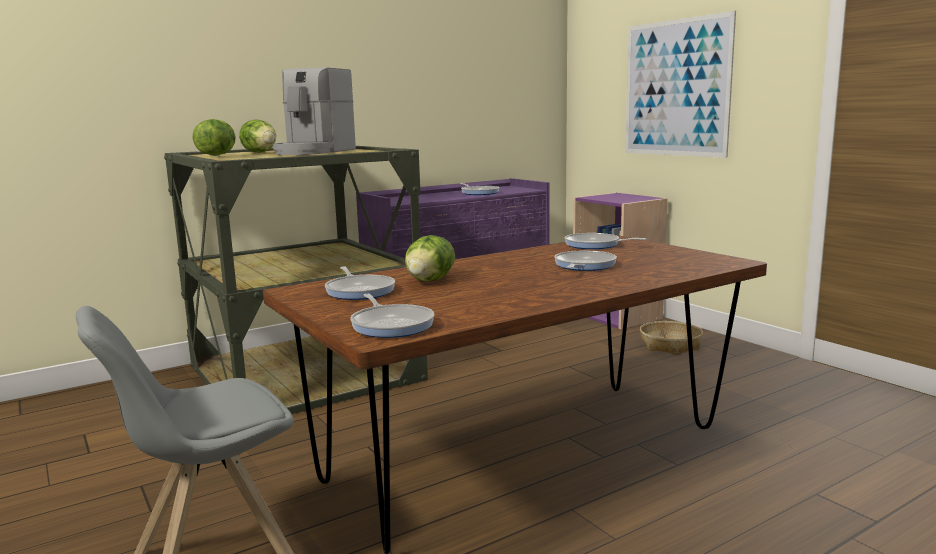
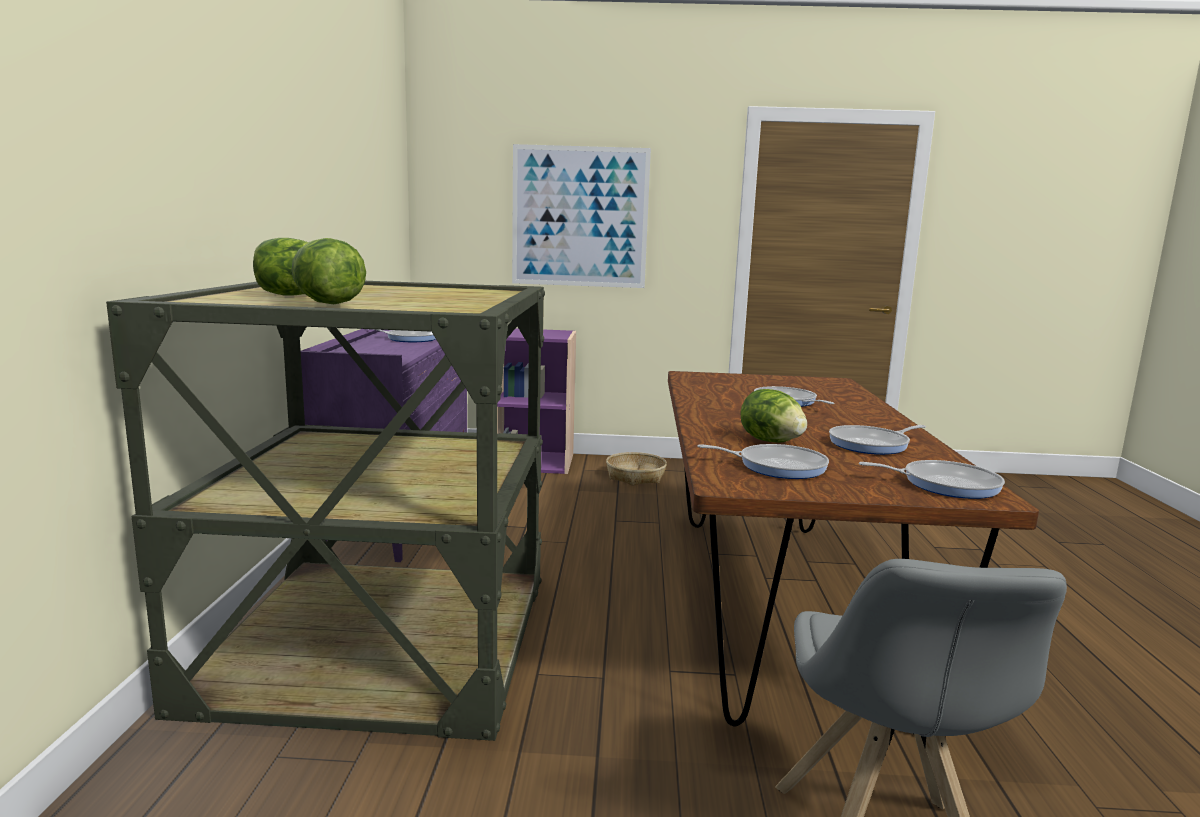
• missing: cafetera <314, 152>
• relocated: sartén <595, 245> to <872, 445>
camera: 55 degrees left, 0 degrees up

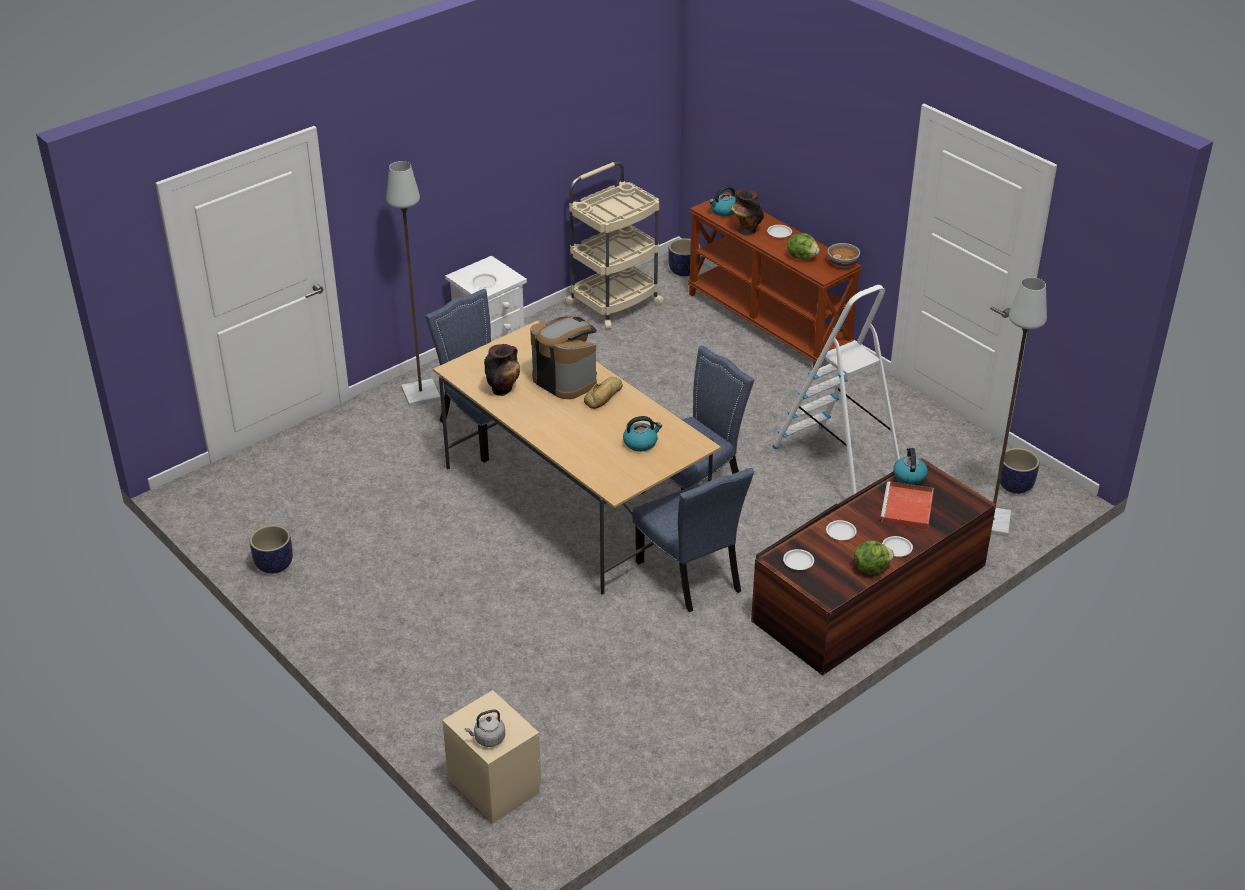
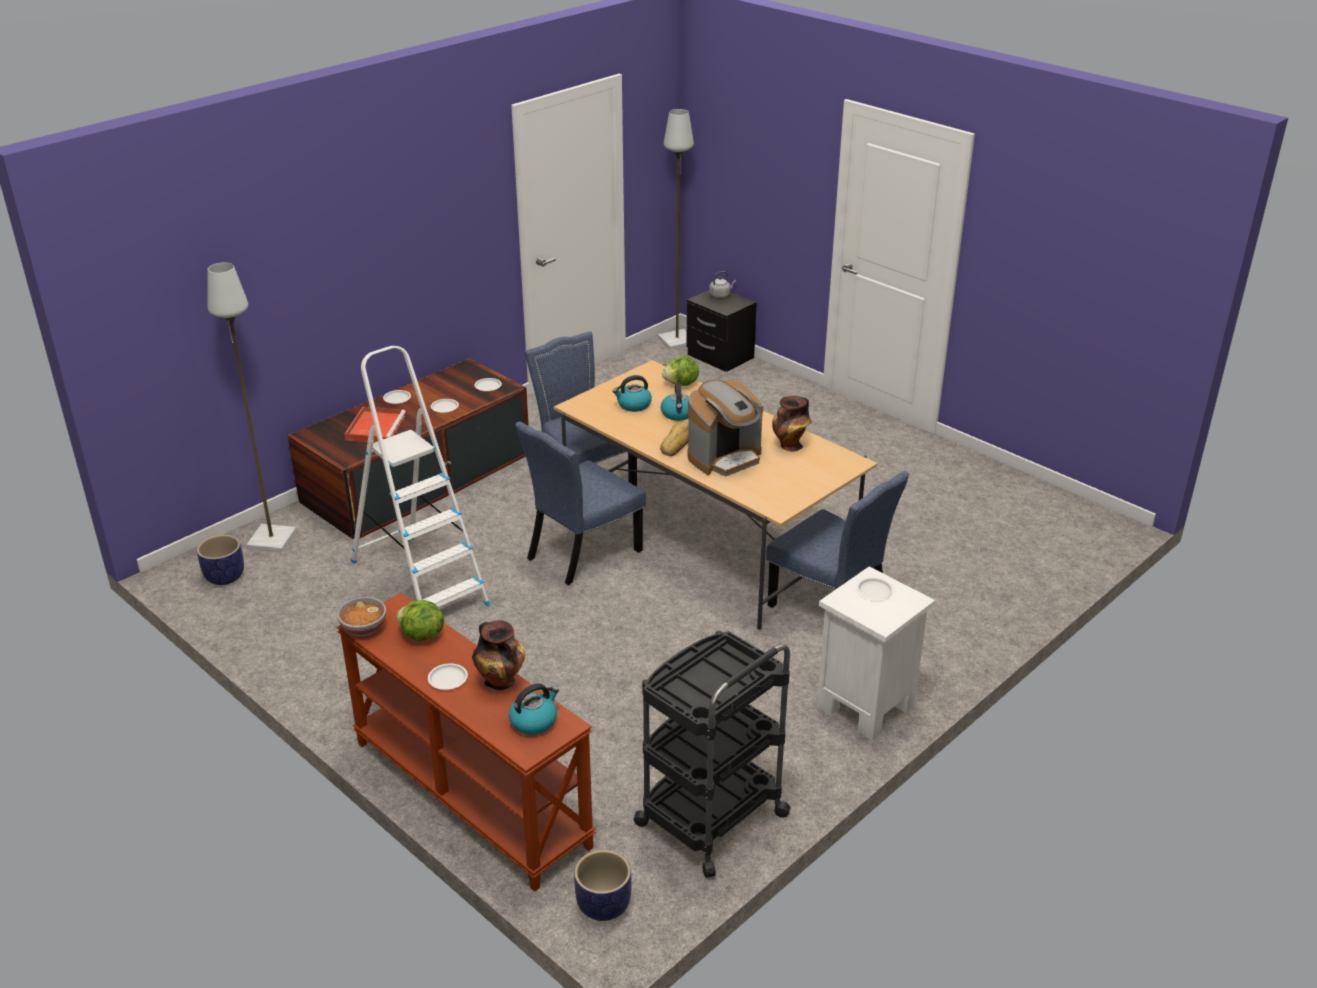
• missing: maceta <274, 564>
• relocated: lámpara de pie (gris) <420, 394> to <677, 341>
• colour: mesita de noche (beis) <495, 784> to mesita de noche (negro) <719, 357>
• spun: cafetera <565, 379> = <725, 458> 75 degrees counterclockwise
• colour: carrito (beis) <615, 304> to carrito (negro) <711, 818>
• relocated: lechuga <871, 567> to <681, 384>
• relocated: hervidor <909, 476> to <678, 414>
camera: 175 degrees right, 5 degrees down

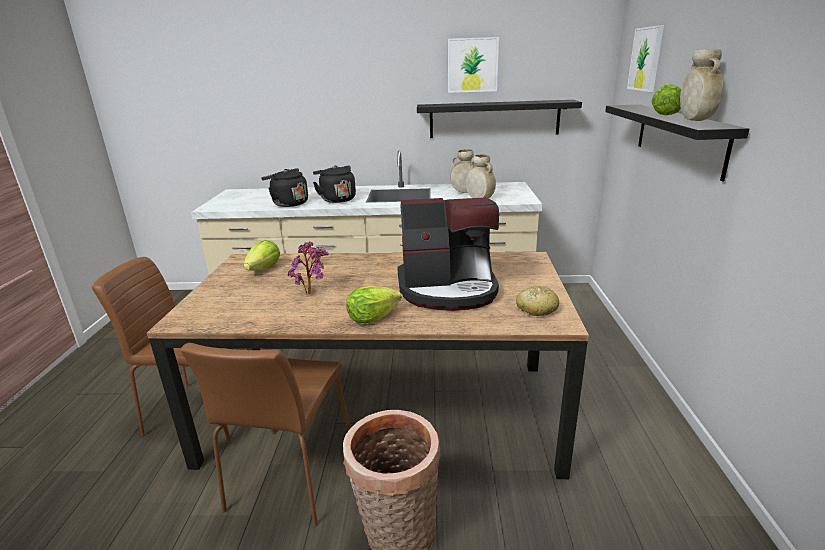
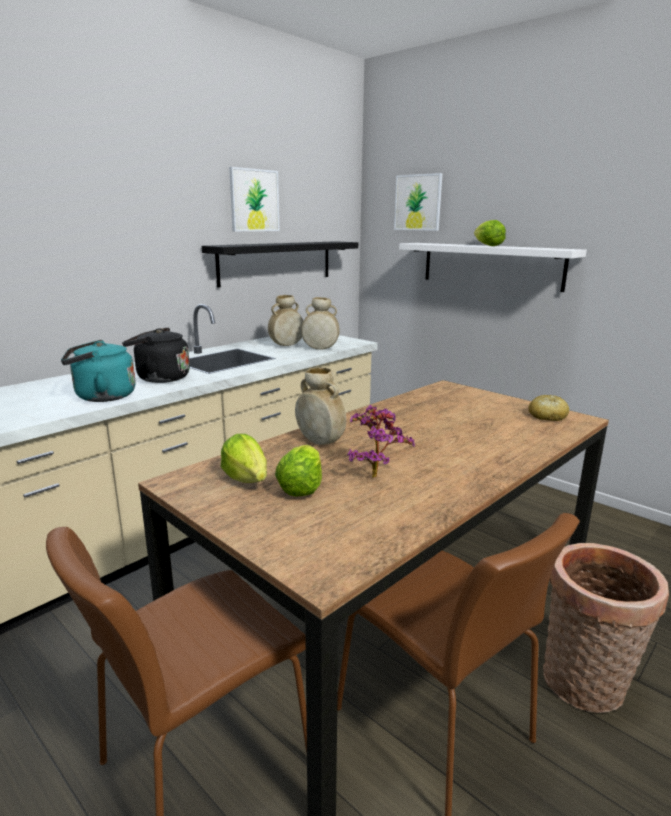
• colour: hervidor (negro) <288, 203> to hervidor (turquesa) <101, 397>
• relocated: lechuga <372, 318> to <301, 488>
• missing: cafetera <448, 289>
• colour: estante (negro) <679, 137> to estante (blanco) <491, 265>
• relocated: florero (beis) <695, 120> to <320, 442>
camera: 50 degrees left, 5 degrees down

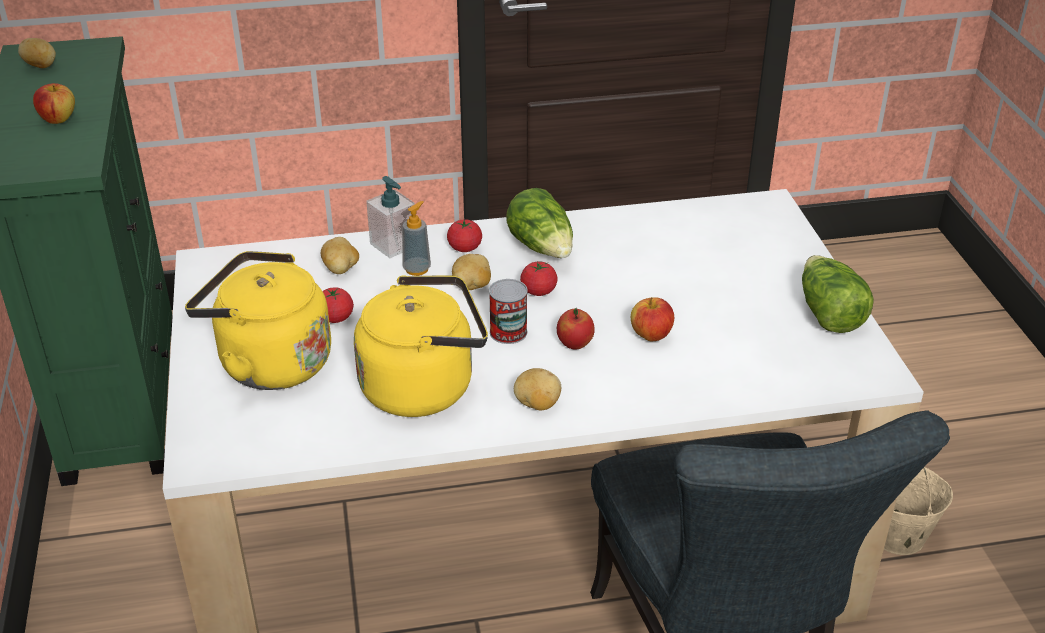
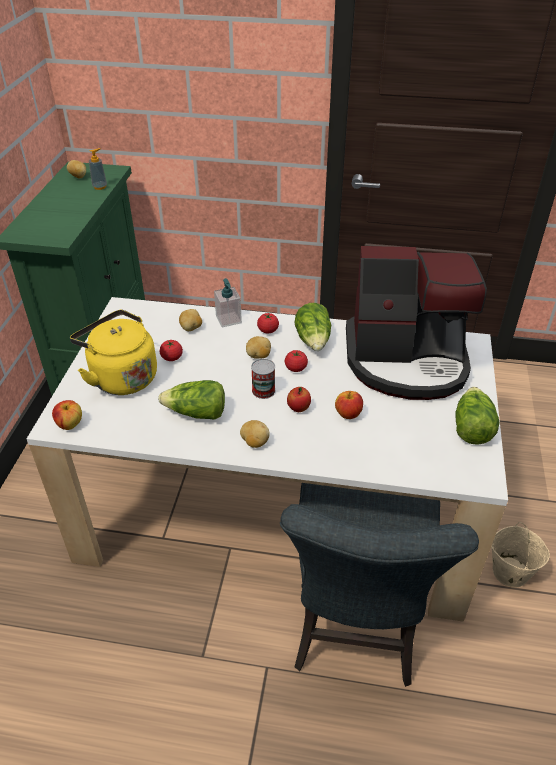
• relocated: manzana <58, 119> to <70, 424>
• exchanged: hervidor (amarillo) <424, 386> to lechuga <196, 413>
• relocated: dispensador de jabón <417, 269> to <100, 187>
• appeared: cafetera <407, 361>
camera: 20 degrees right, 5 degrees up

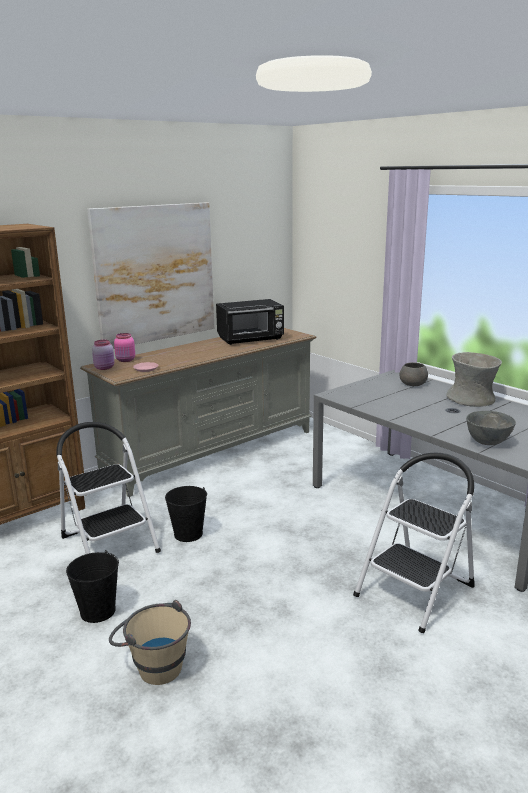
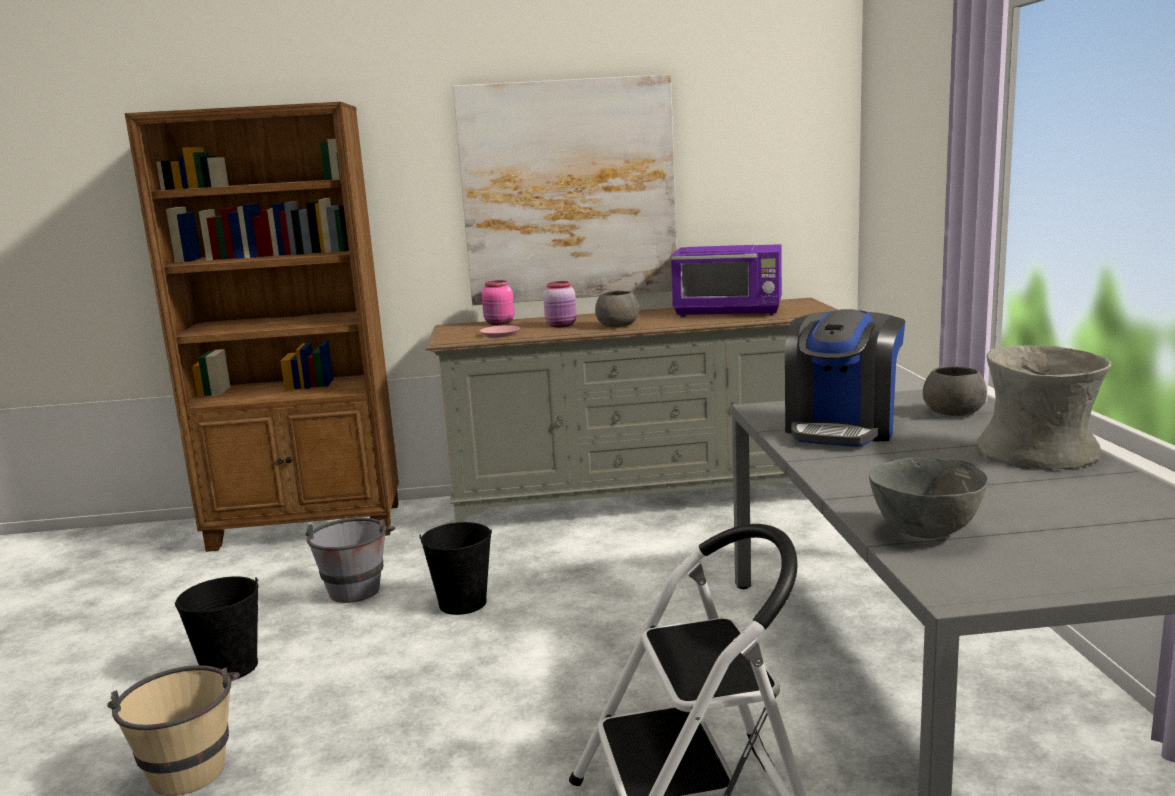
• exchanged: escalera de tijera <109, 543> to cubo (gris) <356, 586>
• relocated: tarro (rosa) <105, 368> to <562, 325>
• colour: microondas (negro) <251, 339> to microondas (morado) <729, 312>
• appeared: cuenco (gris) <617, 325>
• appeared: cafetera <842, 428>
camera: 35 degrees right, 5 degrees down

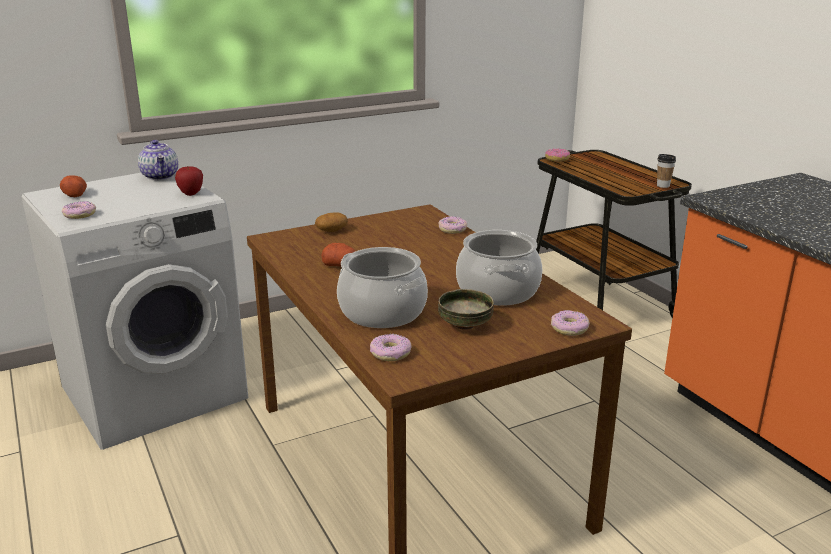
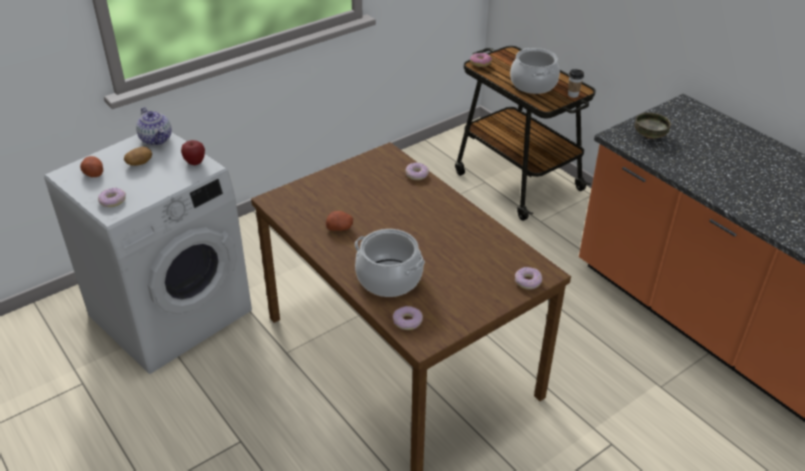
• relocated: patata <332, 231> to <139, 163>
• relocated: cuenco <464, 325> to <649, 135>
• relocated: olla <497, 291> to <533, 84>
camera: 10 degrees left, 15 degrees up

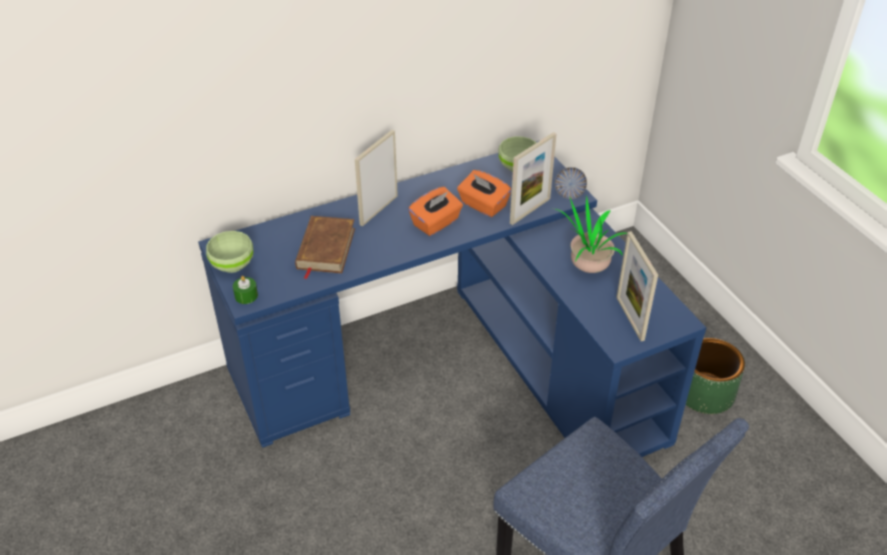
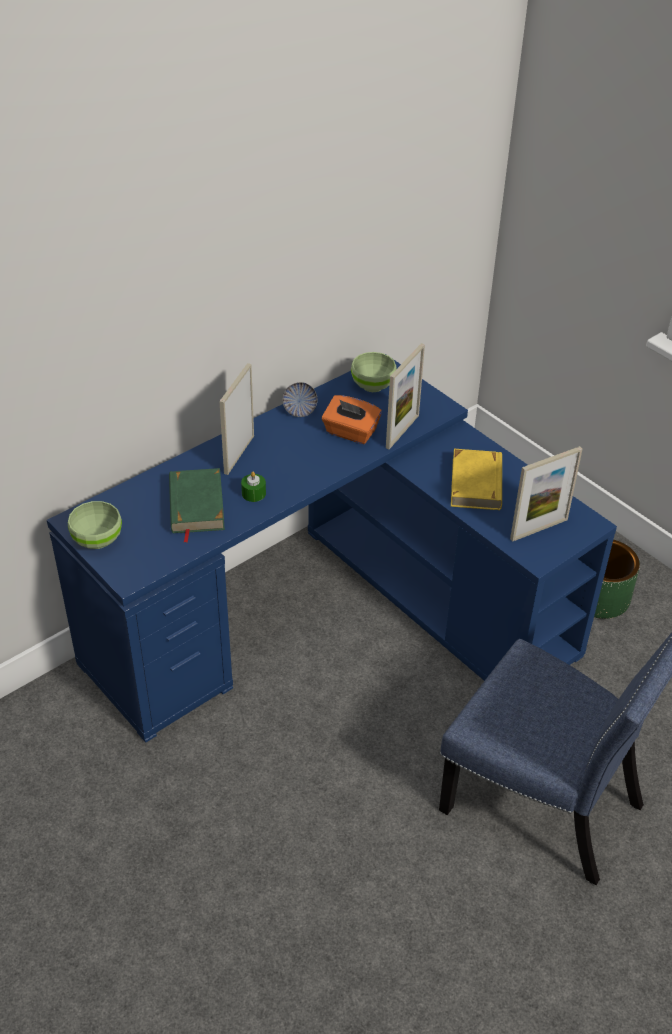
• relocated: vela (verde) <246, 296> to <253, 493>
• colour: libro (marrón) <325, 249> to libro (verde) <196, 506>
• missing: caja de pañuelos (naranja) <436, 223>
• relocated: cuenco <569, 192> to <299, 410>
• exchanged: planta en maceta <586, 268> to libro (amarillo) <477, 483>
• spun: portarretratos <630, 318> = <539, 529> 90 degrees counterclockwise
camera: 15 degrees left, 0 degrees up

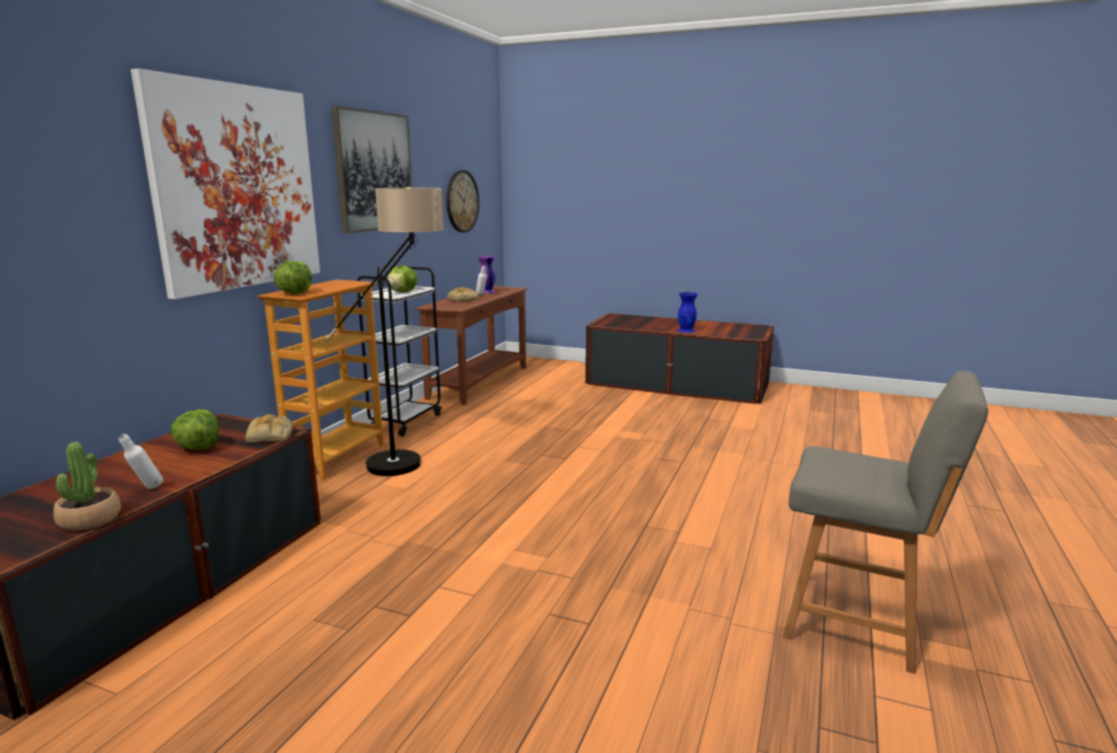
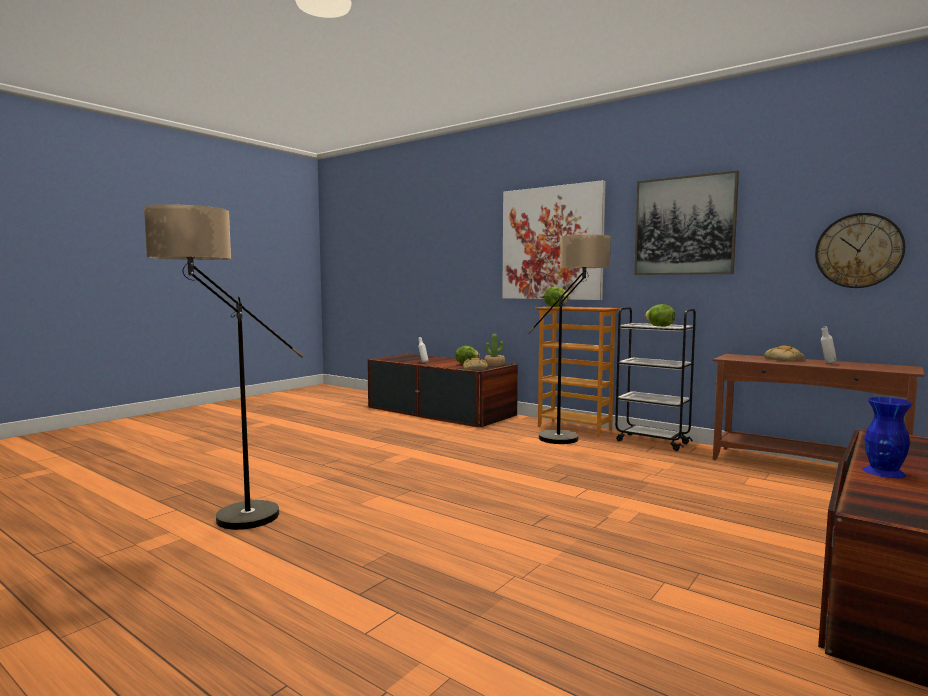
• relocated: planta en maceta <89, 519> to <494, 365>
• missing: florero (morado) <486, 291>
• exchanged: silla (gris) <857, 622> to lámpara de pie <224, 524>
camera: 105 degrees right, 10 degrees down

